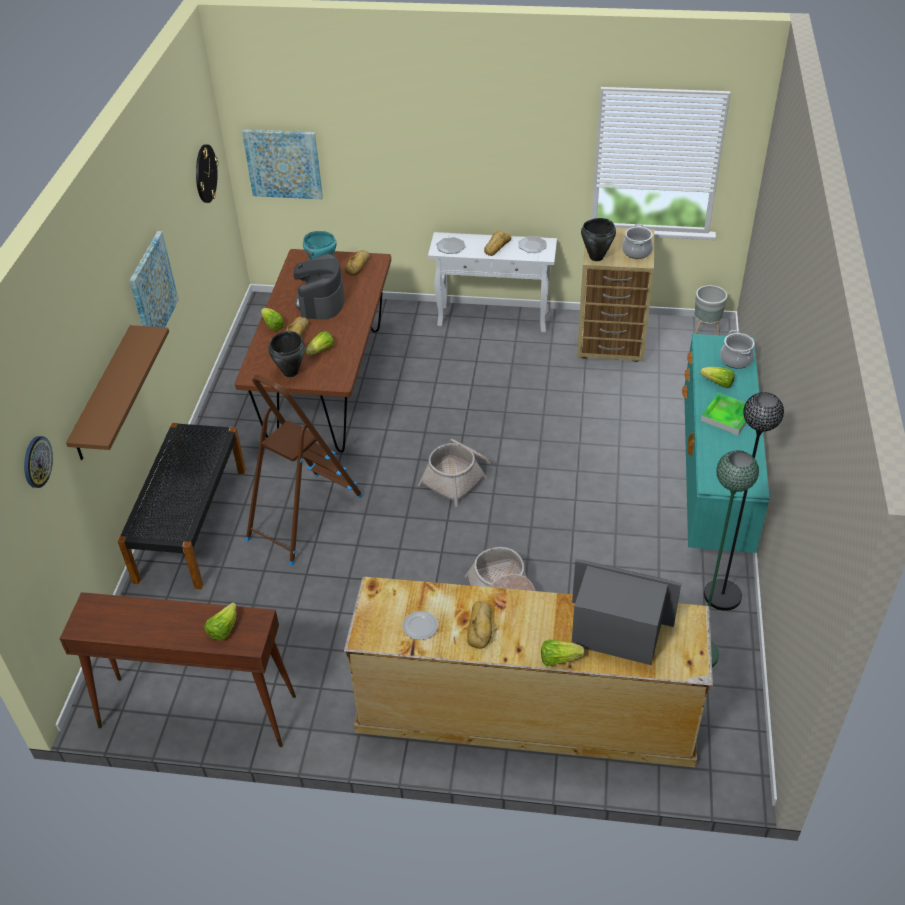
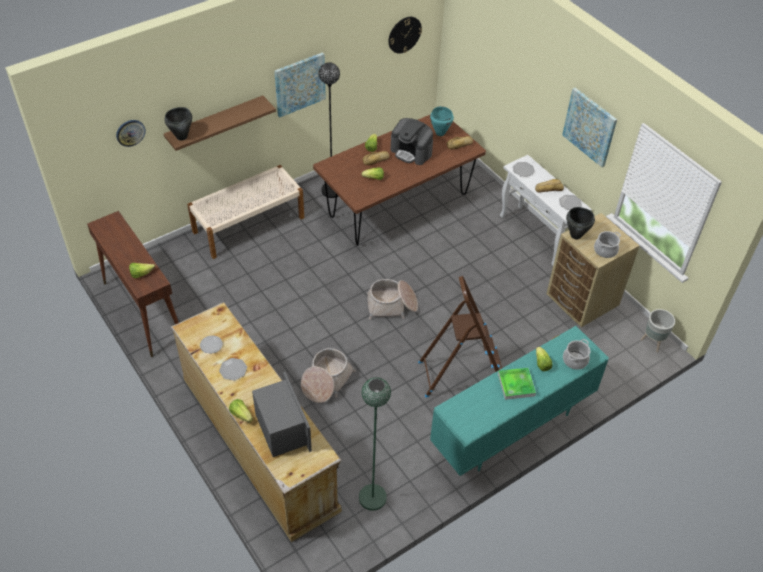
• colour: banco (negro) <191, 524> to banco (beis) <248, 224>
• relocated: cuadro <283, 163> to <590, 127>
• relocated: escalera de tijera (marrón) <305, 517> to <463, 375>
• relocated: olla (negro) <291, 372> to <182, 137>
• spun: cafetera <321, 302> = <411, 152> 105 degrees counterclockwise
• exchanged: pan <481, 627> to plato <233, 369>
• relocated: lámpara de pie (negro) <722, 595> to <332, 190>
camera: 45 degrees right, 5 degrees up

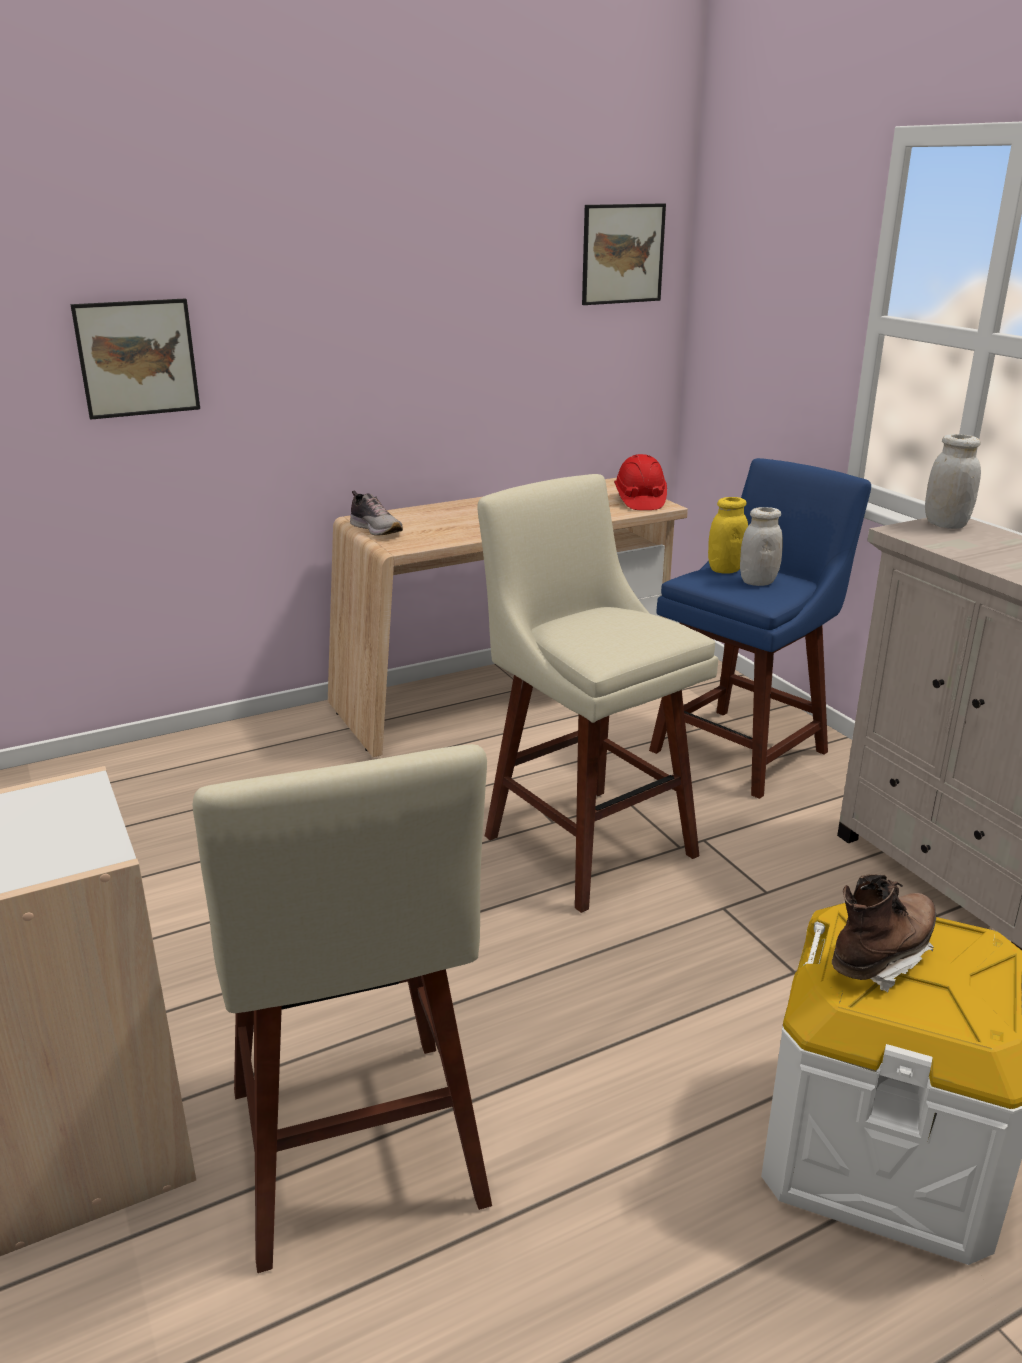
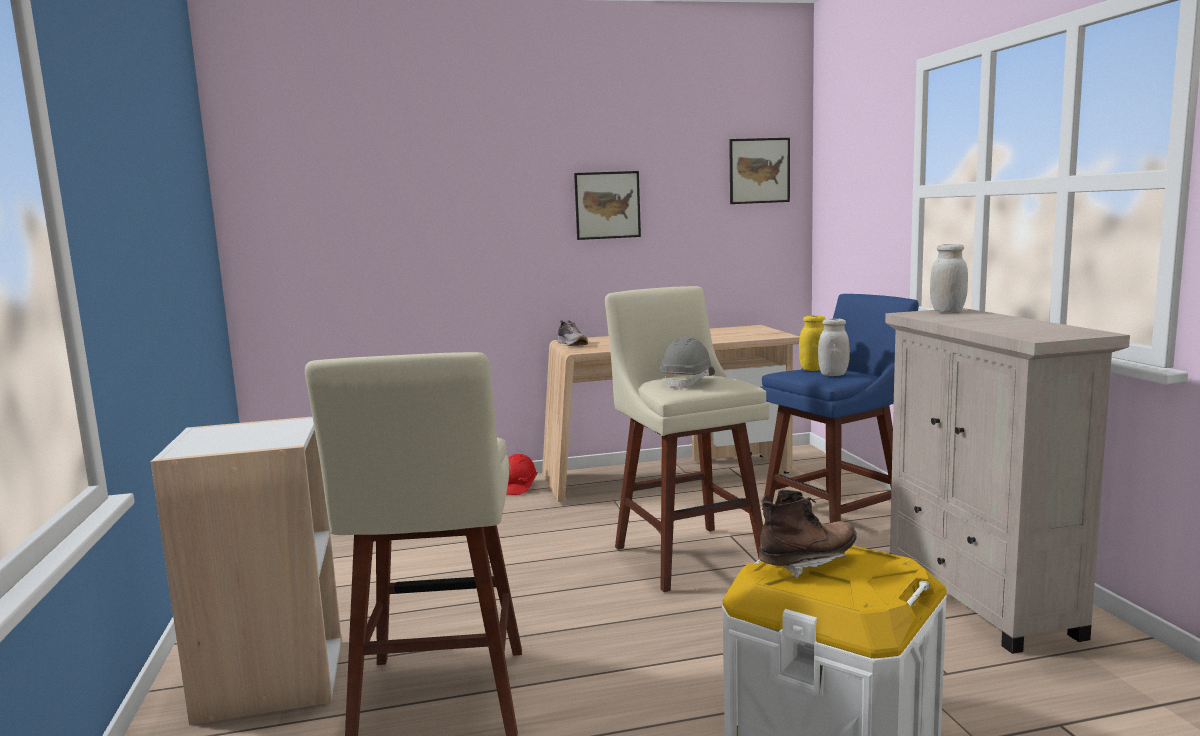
• relocated: cuadro <137, 358> to <607, 205>
• relocated: casco (rojo) <639, 501> to <518, 487>
• appeared: casco (gris) <688, 382>
camera: 15 degrees right, 15 degrees down

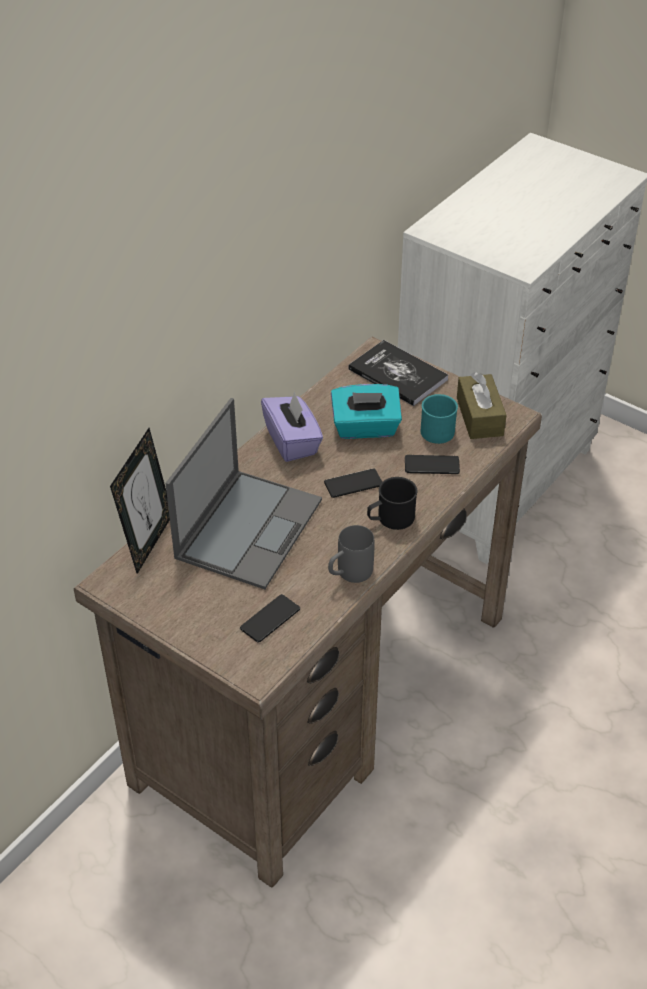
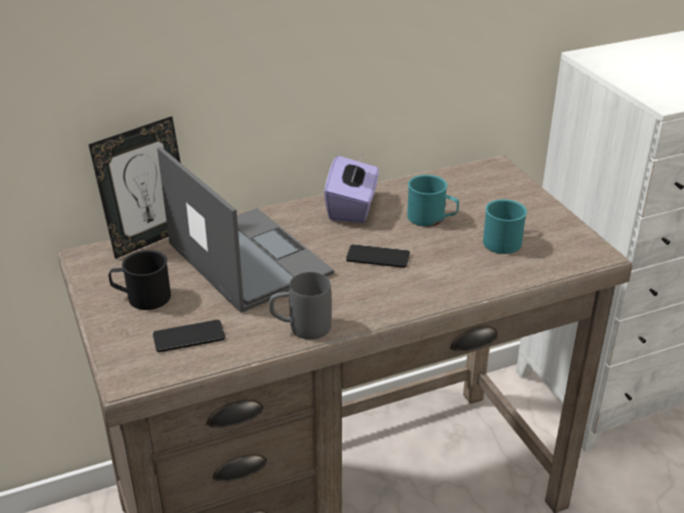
• spun: portátil <249, 527> = <247, 258> 90 degrees counterclockwise
• exchanged: caja de pañuelos (turquesa) <365, 428> to taza grande (turquesa) <431, 218>
• missing: libro <398, 374>
• relocated: taza grande (negro) <390, 519> to <142, 297>
• missing: móvil <432, 465>
• missing: caja de pañuelos (marrón) <479, 416>
camera: 30 degrees right, 10 degrees down

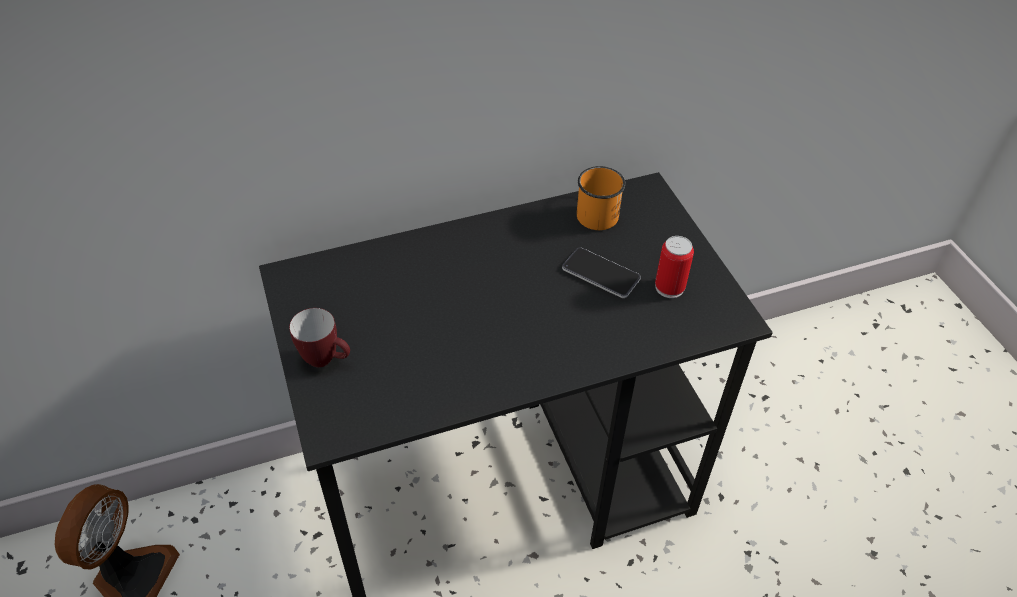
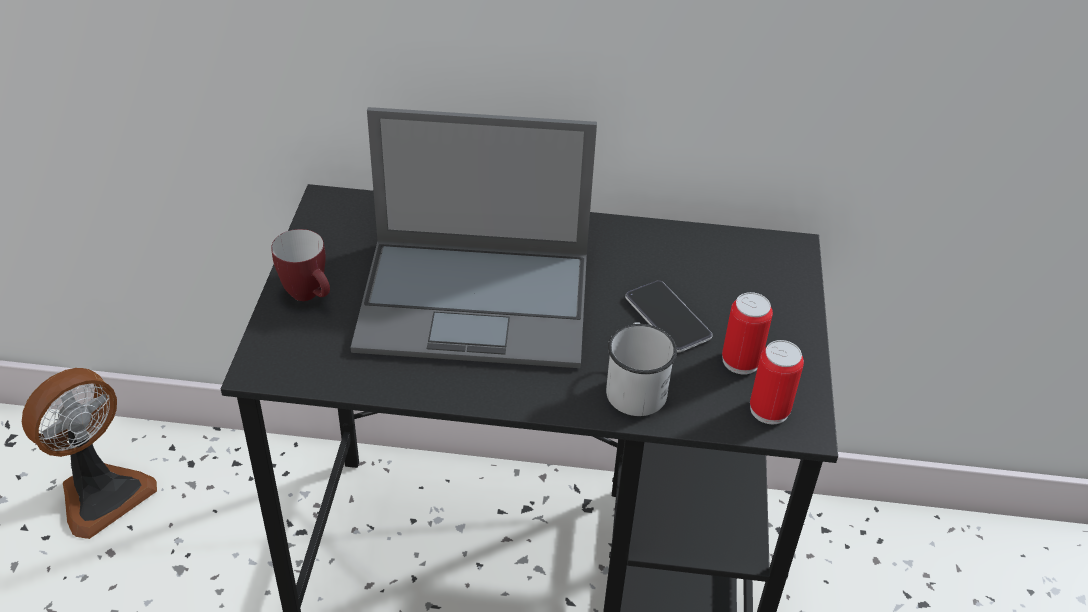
• missing: taza grande (naranja) <598, 211>
• appeared: portátil <478, 301>
• appeared: taza grande (blanco) <635, 386>
• appeared: lata <769, 409>
camera: 25 degrees right, 5 degrees down

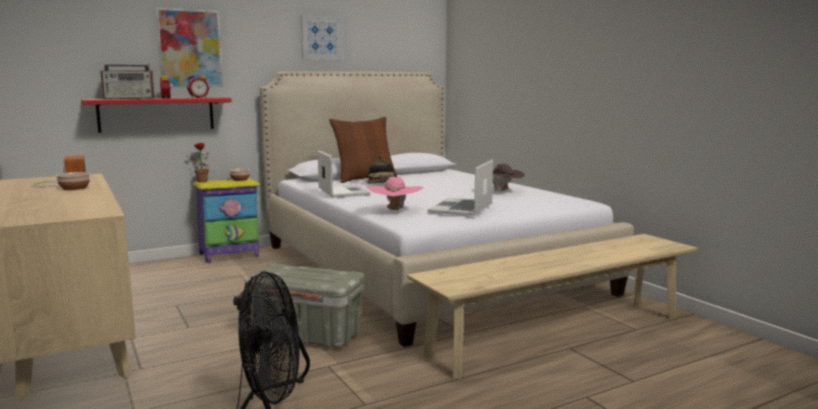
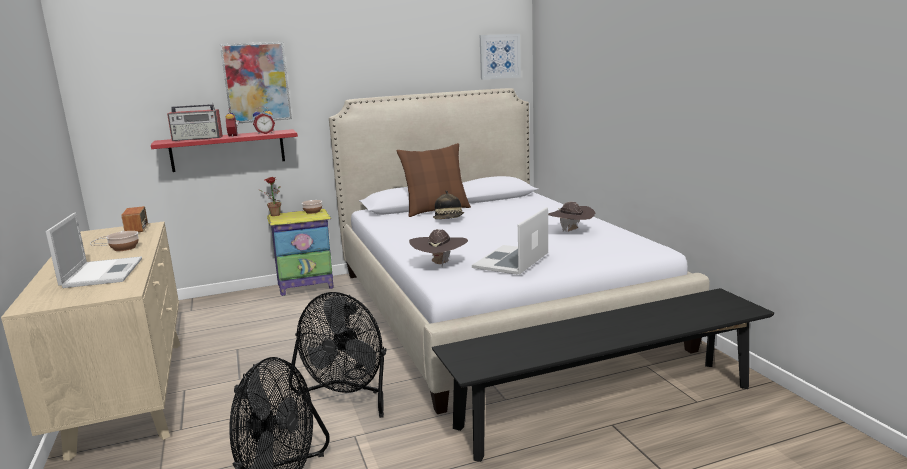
• exchanged: caja de almacenaje (gris) <308, 335> to ventilador (negro) <347, 394>
• relocated: cuadro <321, 38> to <499, 56>
• relocated: portátil <343, 192> to <103, 272>
• colour: sombrero (rosa) <394, 210> to sombrero (marrón) <439, 264>
• colour: banco (beis) <559, 335> to banco (negro) <606, 406>
camera: 10 degrees right, 5 degrees up

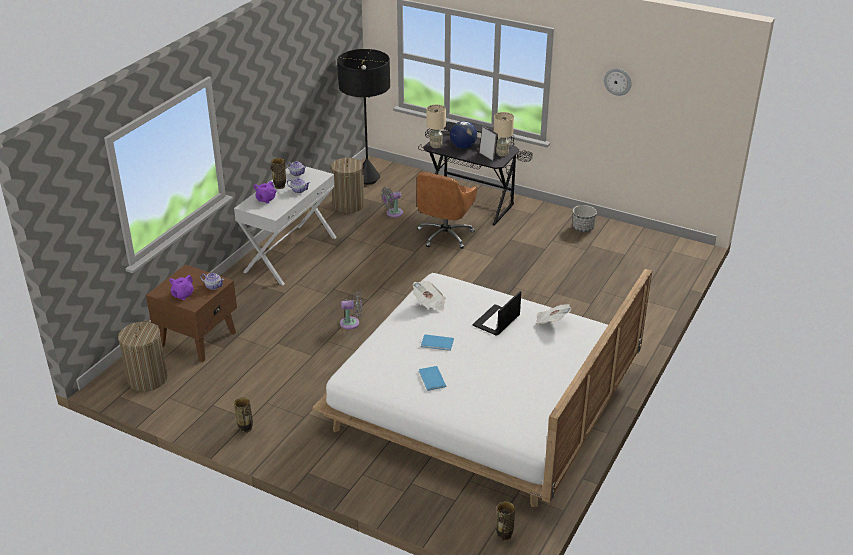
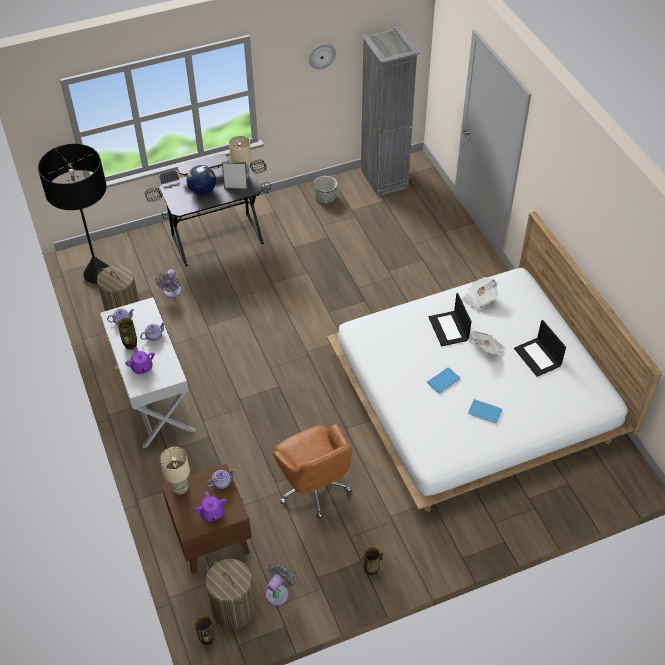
• relocated: ventilador (gris) <352, 323> to <278, 592>
• relocated: periódico <429, 303> to <487, 349>
• relocated: silla de oficina (marrón) <445, 235> to <313, 488>
• relocated: lámpara de mesa (beis) <435, 146> to <180, 489>
• relocated: florero <504, 535> to <207, 639>
• appeared: armario (gris) <385, 179>
• appeared: portátil <538, 357>
camera: 50 degrees left, 15 degrees up

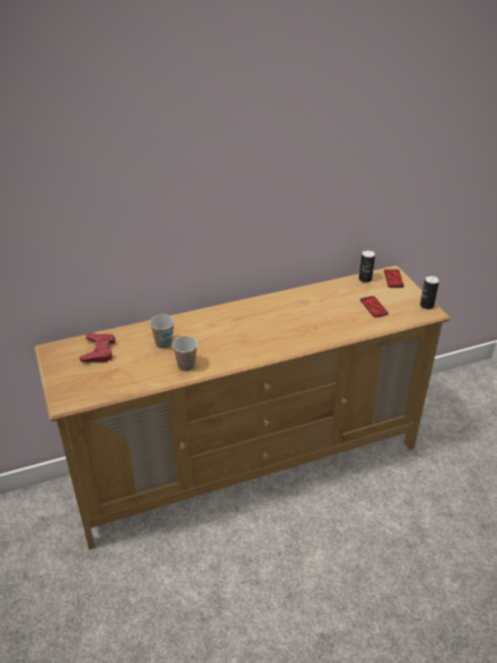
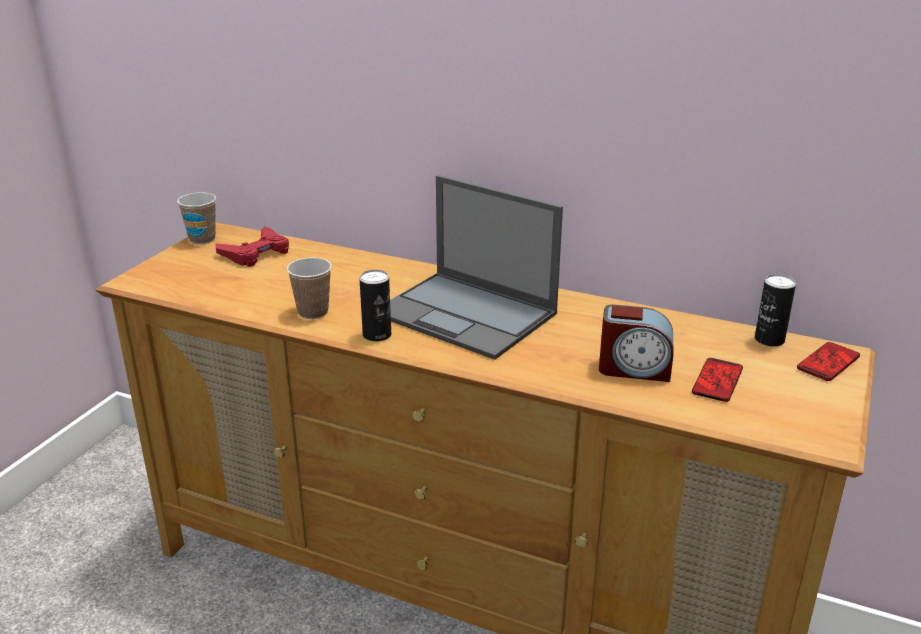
• relocated: taza <164, 343> to <202, 239>
• relocated: lata <426, 305> to <377, 335>
• appeared: portátil <467, 314>
• appeared: despertador <634, 369>
camera: 45 degrees right, 10 degrees down

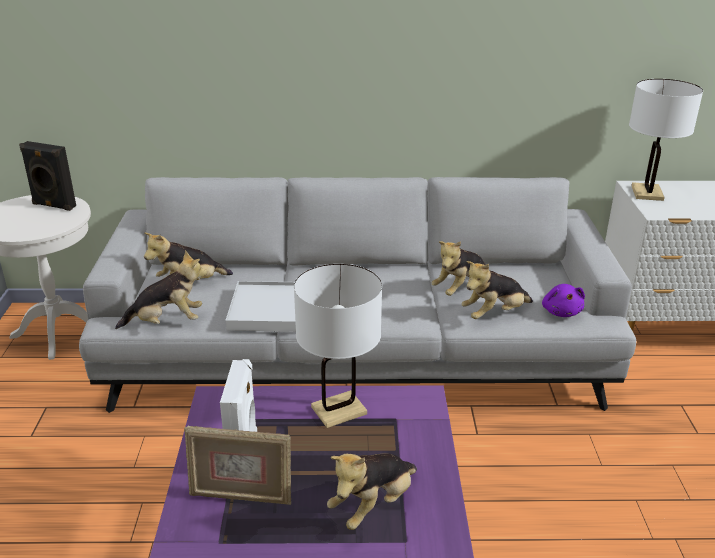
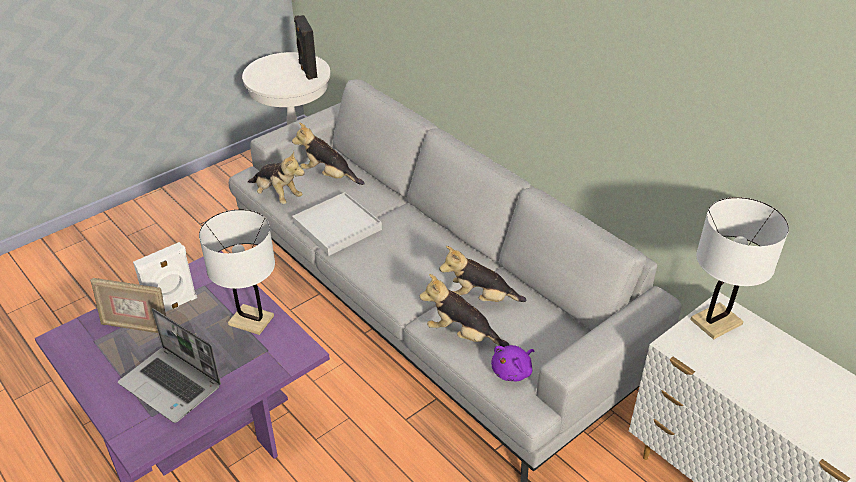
• spun: portarretratos <241, 496> = <136, 327> 45 degrees counterclockwise
• exchanged: peluche <373, 505> to portátil <172, 385>
camera: 50 degrees right, 10 degrees up

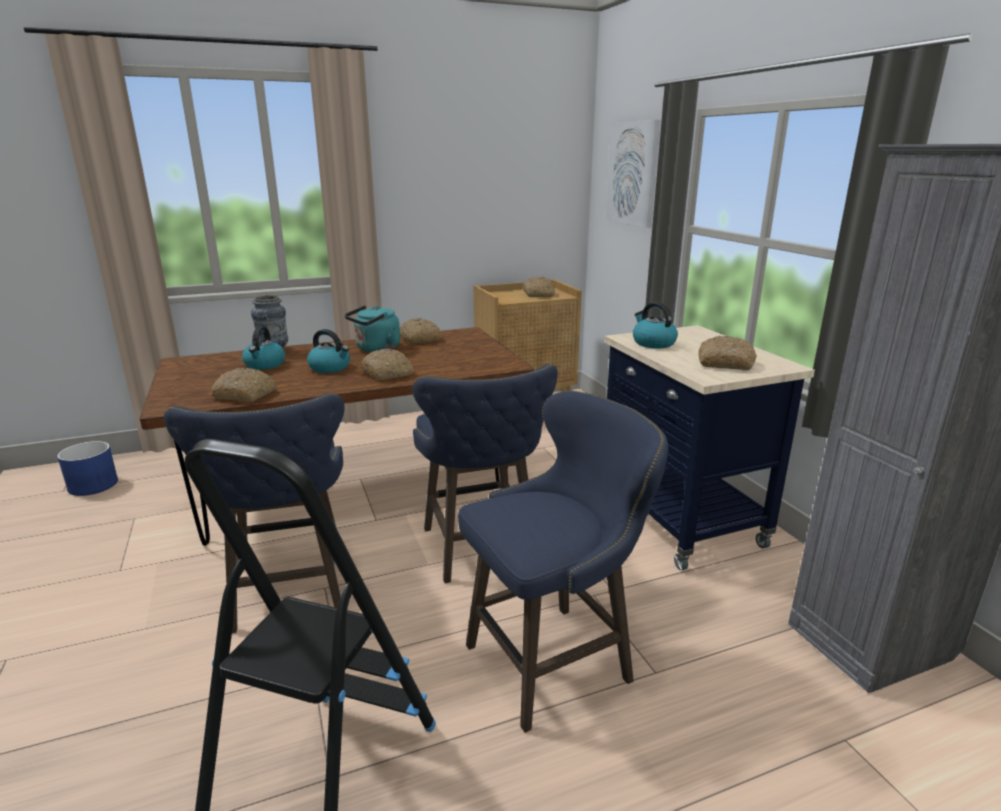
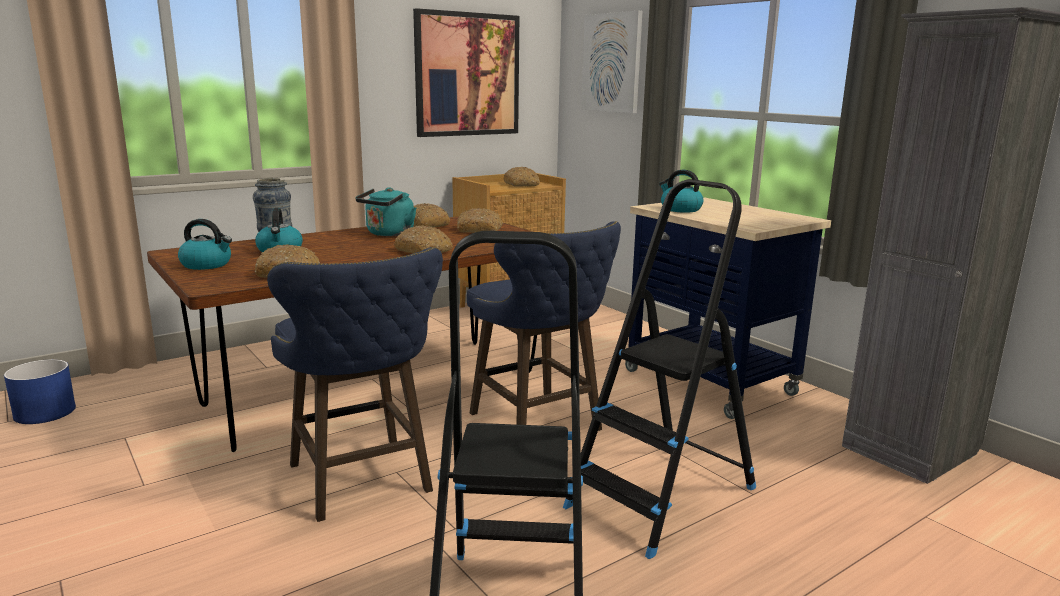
• relocated: hervidor <330, 368> to <207, 265>
• exchanged: taburete (azul) <554, 660> to escalera de tijera (negro) <660, 497>
• relocated: pan <726, 363> to <480, 230>
• appeared: cuadro <467, 75>
camera: 15 degrees left, 5 degrees down

